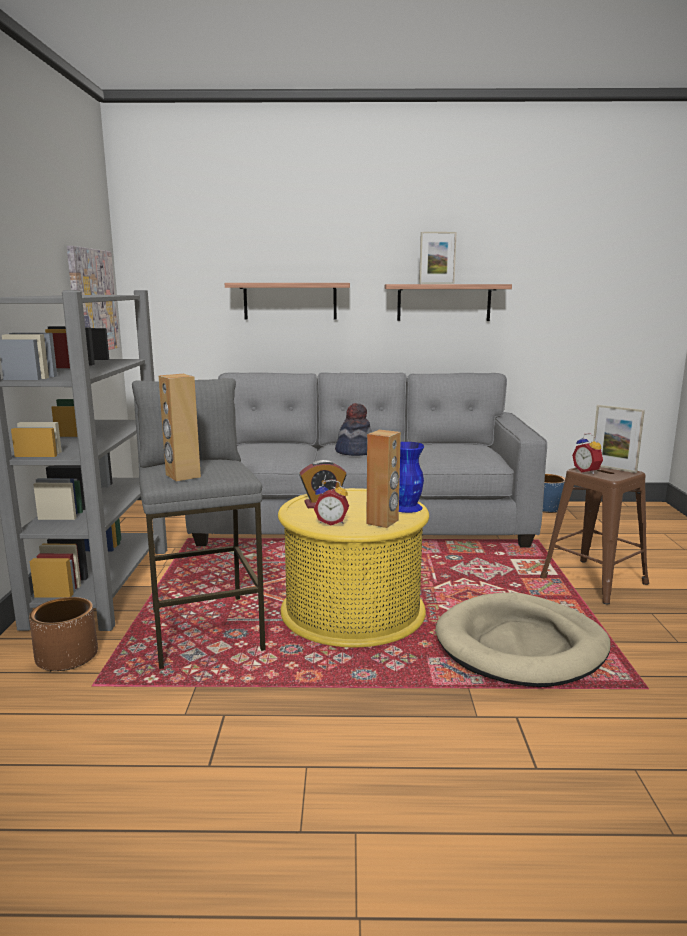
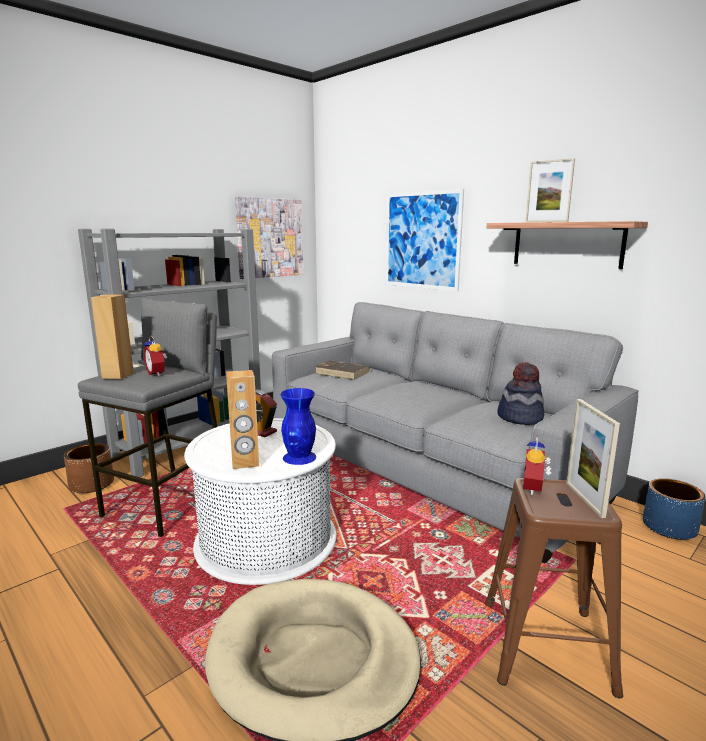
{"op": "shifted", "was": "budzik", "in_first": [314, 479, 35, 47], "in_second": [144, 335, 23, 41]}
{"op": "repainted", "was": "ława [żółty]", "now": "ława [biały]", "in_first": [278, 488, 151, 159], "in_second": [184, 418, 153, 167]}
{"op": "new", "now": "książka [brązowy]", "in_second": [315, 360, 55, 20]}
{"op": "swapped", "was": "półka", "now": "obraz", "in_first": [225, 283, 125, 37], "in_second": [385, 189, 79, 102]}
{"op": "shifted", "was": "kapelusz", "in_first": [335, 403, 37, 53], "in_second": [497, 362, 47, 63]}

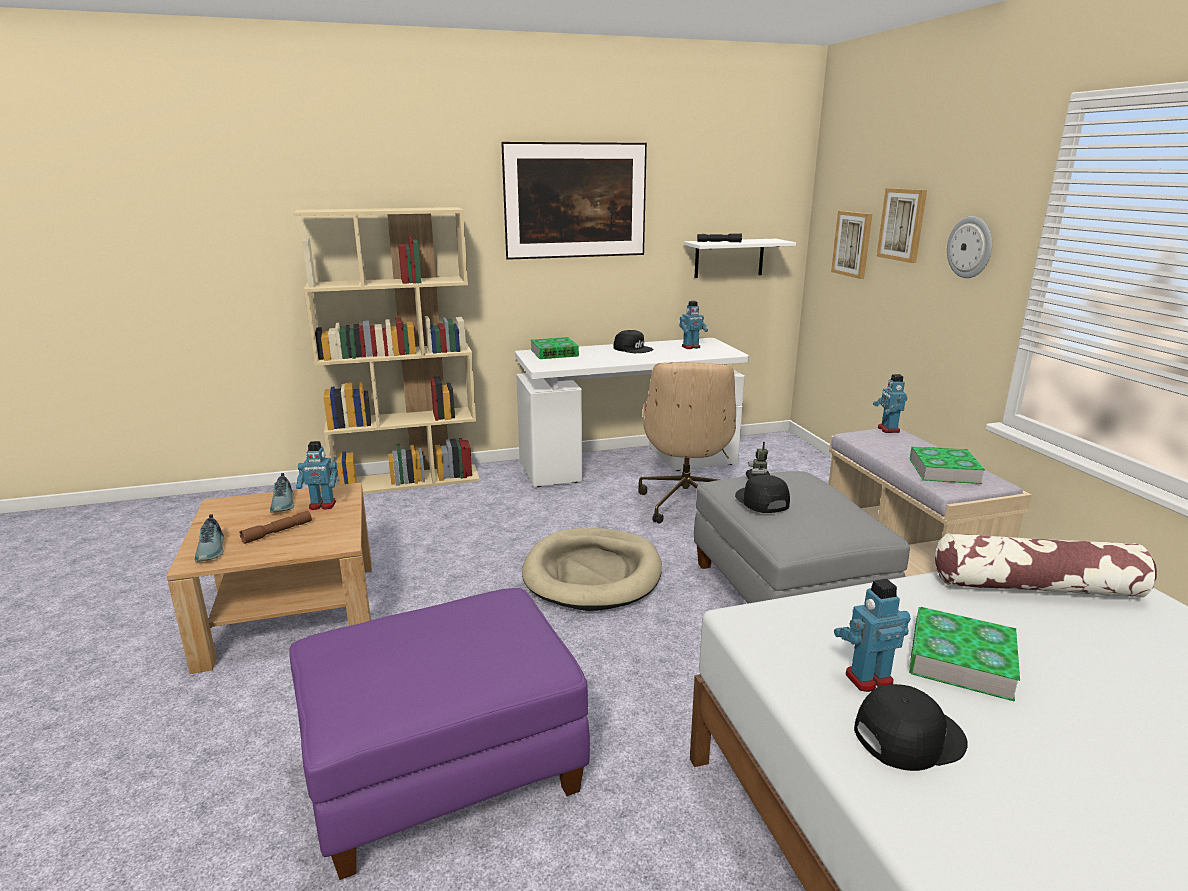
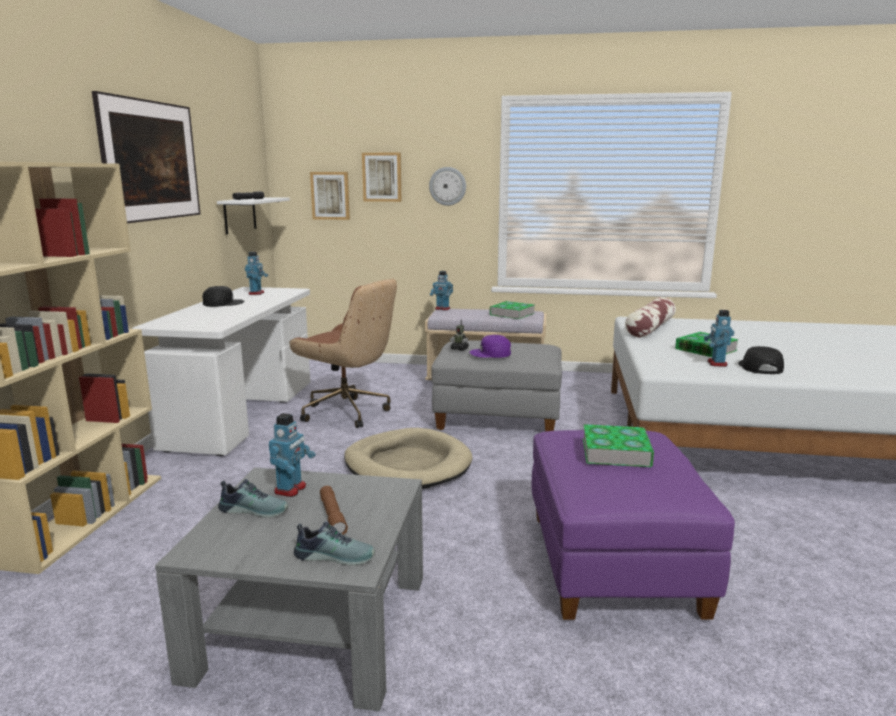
{"op": "repainted", "was": "ława [brązowy]", "now": "ława [szary]", "in_first": [167, 483, 205, 191], "in_second": [155, 467, 268, 244]}
{"op": "repainted", "was": "czapka z daszkiem [czarny]", "now": "czapka z daszkiem [fioletowy]", "in_first": [735, 475, 55, 38], "in_second": [469, 335, 42, 23]}
{"op": "shifted", "was": "książka", "in_first": [531, 337, 48, 22], "in_second": [583, 424, 71, 43]}

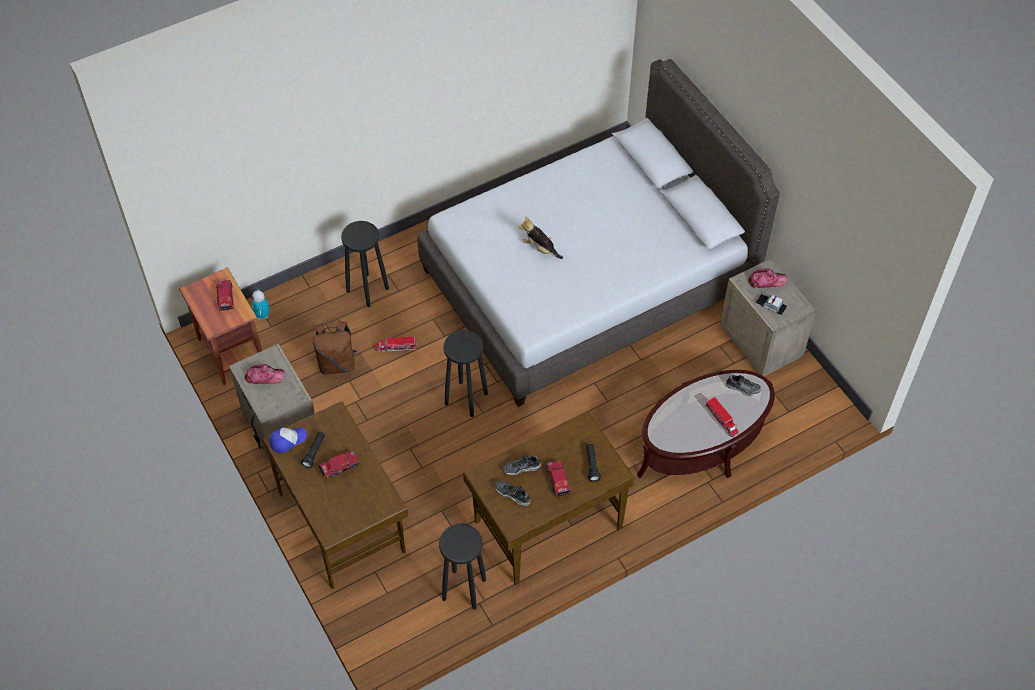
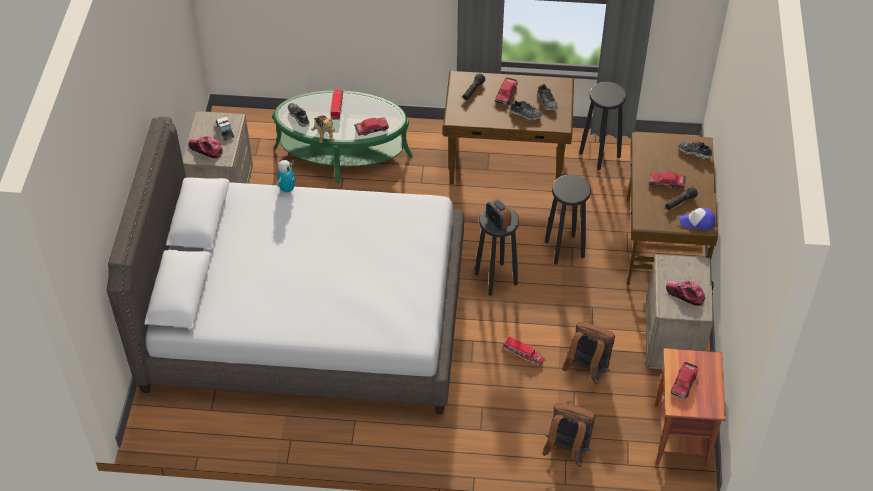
{"op": "repainted", "was": "ława [brązowy]", "now": "ława [zielony]", "in_first": [637, 370, 138, 108], "in_second": [272, 90, 141, 93]}
{"op": "shifted", "was": "robot zabawkowy", "in_first": [252, 289, 17, 30], "in_second": [277, 160, 19, 34]}
{"op": "shifted", "was": "pluszak", "in_first": [519, 216, 44, 43], "in_second": [311, 115, 24, 28]}
{"op": "new", "now": "samochodzik", "in_second": [354, 117, 35, 19]}
{"op": "new", "now": "budzik", "in_second": [486, 198, 25, 32]}
{"op": "new", "now": "plecak [brązowy]", "in_second": [542, 403, 53, 64]}
{"op": "shifted", "was": "stołek [czarny]", "in_first": [341, 221, 48, 86], "in_second": [545, 174, 46, 91]}
{"op": "new", "now": "but", "in_second": [679, 141, 33, 18]}

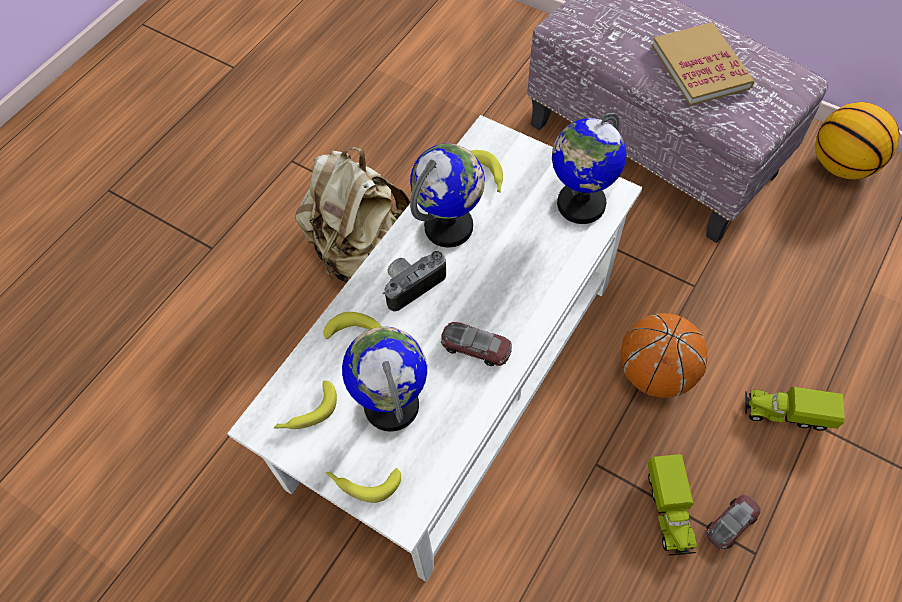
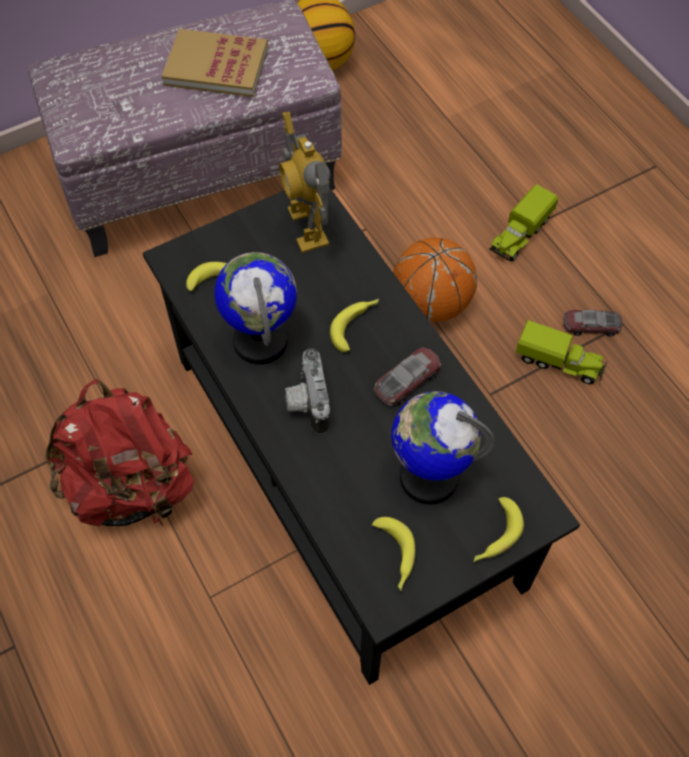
{"op": "repainted", "was": "plecak [beżowy]", "now": "plecak [czerwony]", "in_first": [295, 147, 115, 135], "in_second": [46, 379, 148, 148]}
{"op": "repainted", "was": "ława [biały]", "now": "ława [czarny]", "in_first": [227, 115, 415, 467], "in_second": [143, 187, 437, 498]}
{"op": "swapped", "was": "globus", "now": "robot zabawkowy", "in_first": [552, 113, 74, 111], "in_second": [279, 112, 51, 141]}
{"op": "shifted", "was": "banan", "in_first": [323, 312, 59, 27], "in_second": [330, 299, 49, 53]}
{"op": "rotated", "was": "samochodzik", "in_first": [706, 495, 55, 55], "in_second": [563, 310, 60, 27], "clockwise": -75}

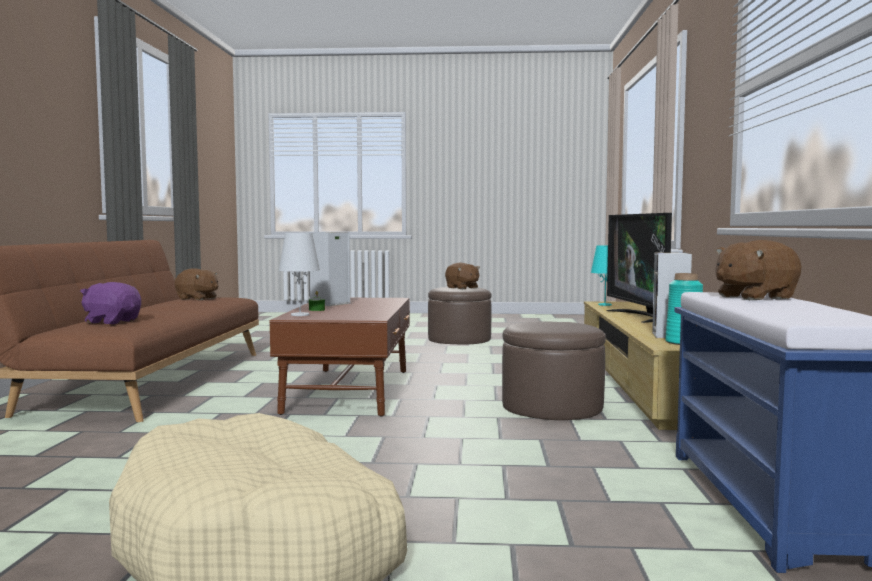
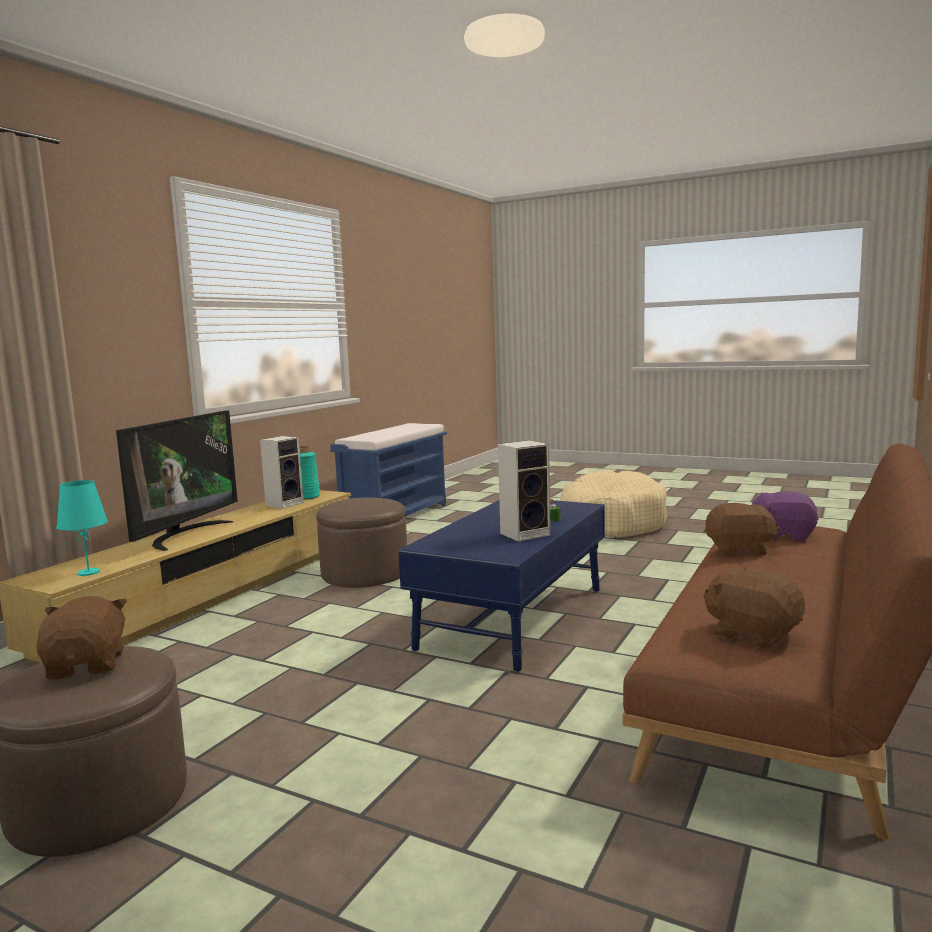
{"op": "repainted", "was": "ława [brązowy]", "now": "ława [niebieski]", "in_first": [269, 298, 141, 119], "in_second": [398, 500, 207, 172]}
{"op": "shifted", "was": "pluszak [brązowy]", "in_first": [715, 240, 86, 60], "in_second": [704, 503, 76, 53]}
{"op": "rotated", "was": "pluszak [fioletowy]", "in_first": [80, 282, 61, 42], "in_second": [752, 491, 66, 51], "clockwise": 150}
{"op": "gone", "was": "lampa stołowa [biały]", "in_first": [278, 233, 42, 83]}

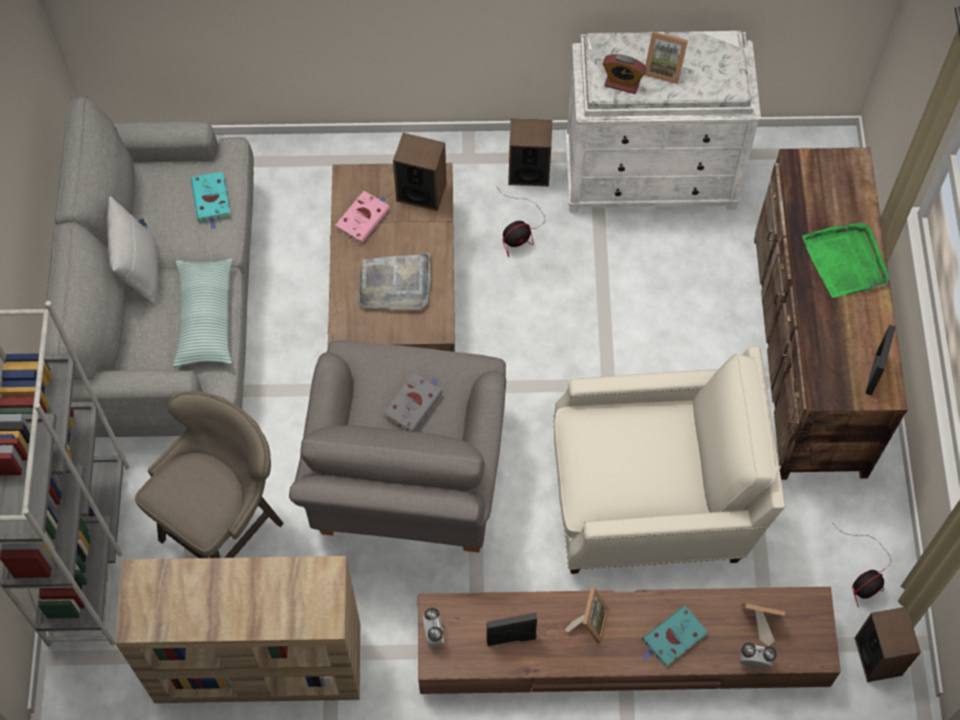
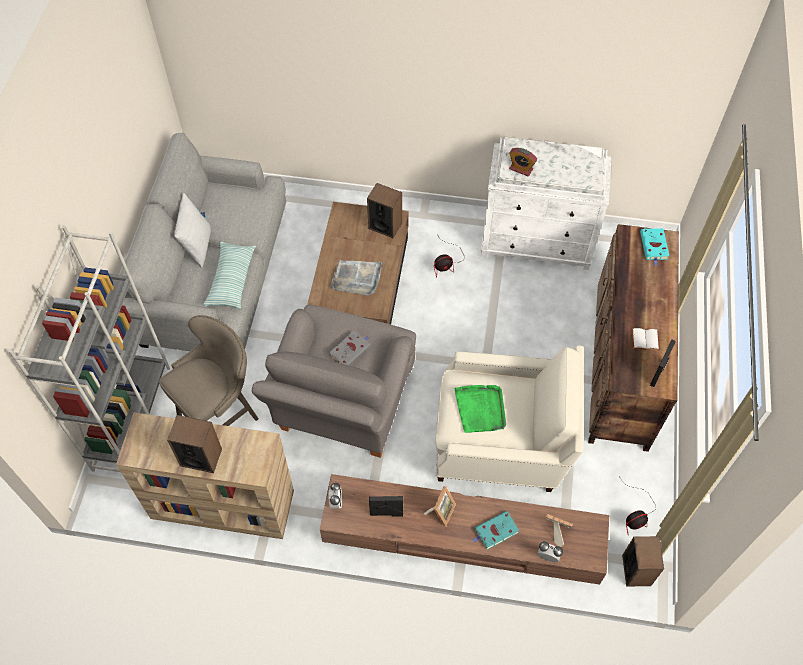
{"op": "shifted", "was": "głośnik", "in_first": [508, 119, 44, 67], "in_second": [167, 415, 55, 58]}
{"op": "shifted", "was": "taca [zielony]", "in_first": [802, 223, 88, 75], "in_second": [455, 385, 51, 48]}
{"op": "new", "now": "książka [biały]", "in_second": [632, 328, 28, 22]}
{"op": "shifted", "was": "książka [turkusowy]", "in_first": [191, 172, 40, 58], "in_second": [640, 228, 29, 38]}
{"op": "gone", "was": "książka [różowy]", "in_first": [335, 191, 55, 53]}
{"op": "gone", "was": "ramka na zdjęcie", "in_first": [645, 31, 43, 53]}

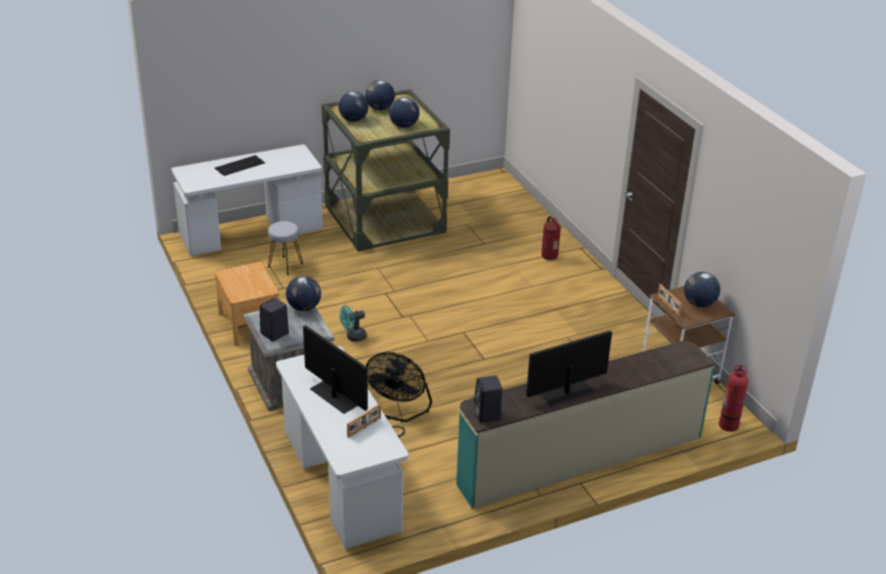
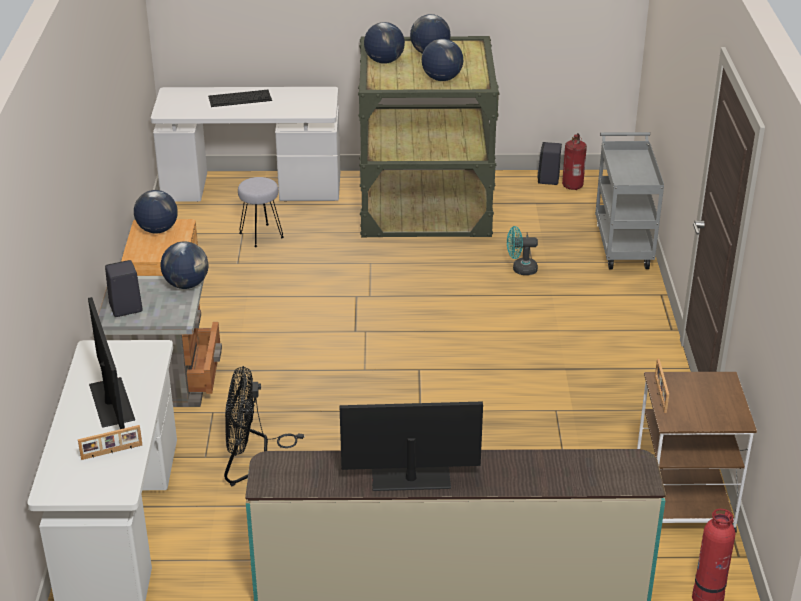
{"op": "shifted", "was": "globus", "in_first": [684, 272, 36, 35], "in_second": [134, 190, 44, 43]}
{"op": "rotated", "was": "wentylator [czarny]", "in_first": [366, 352, 66, 86], "in_second": [224, 366, 80, 121], "clockwise": -135}
{"op": "shifted", "was": "wentylator [turkusowy]", "in_first": [340, 305, 27, 37], "in_second": [507, 226, 31, 49]}
{"op": "shifted", "was": "głośnik [czarny]", "in_first": [473, 375, 30, 48], "in_second": [538, 142, 24, 43]}
{"op": "shifted", "was": "gaśnica", "in_first": [541, 216, 20, 44], "in_second": [562, 133, 25, 57]}
{"op": "new", "now": "wózek [szary]", "in_second": [595, 132, 69, 137]}

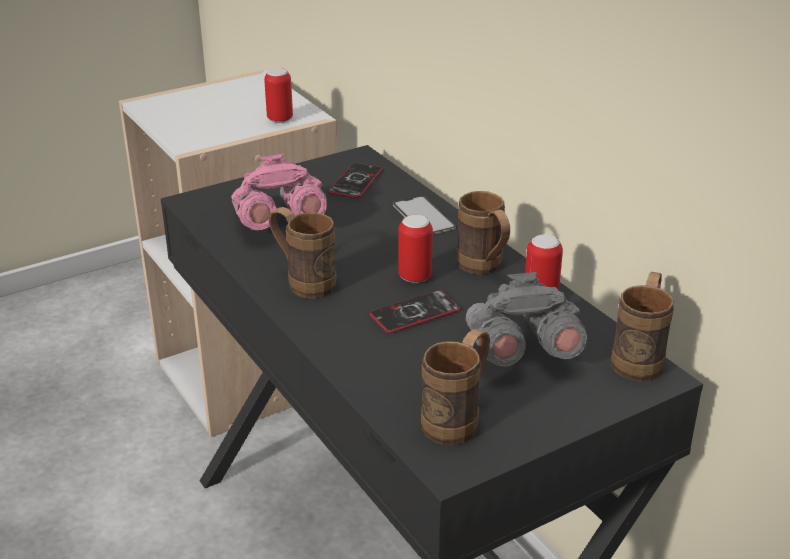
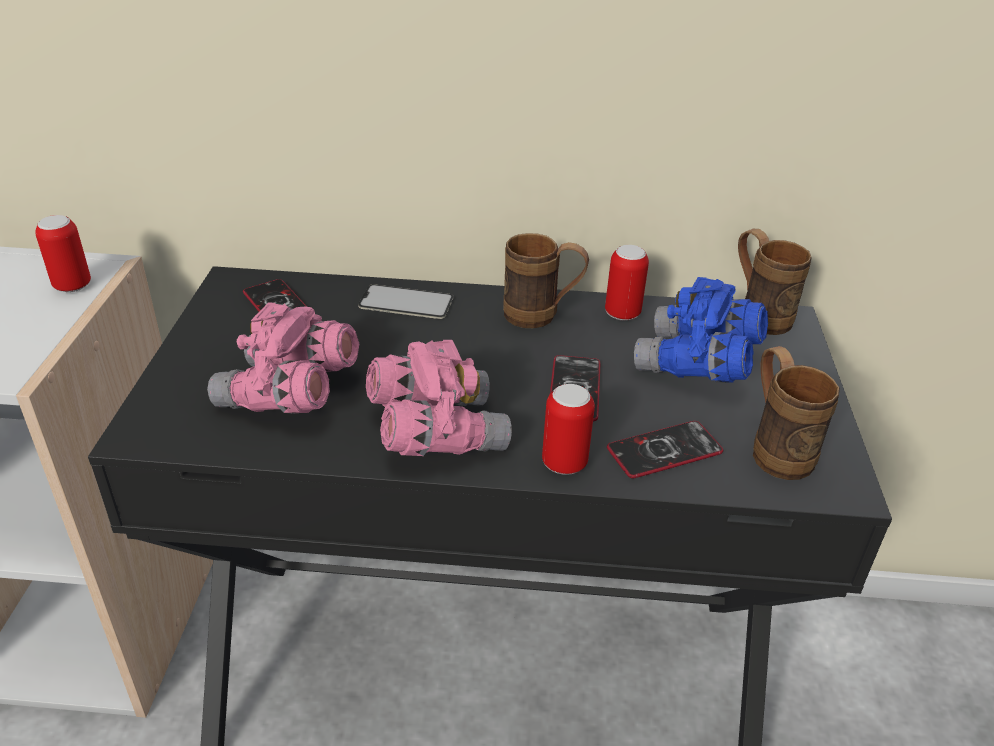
{"op": "swapped", "was": "kubek [brązowy]", "now": "lornetka [różowy]", "in_first": [269, 207, 68, 92], "in_second": [366, 340, 146, 116]}
{"op": "shifted", "was": "puszka", "in_first": [398, 215, 35, 68], "in_second": [542, 384, 53, 91]}
{"op": "new", "now": "telefon", "in_second": [607, 421, 116, 57]}
{"op": "repainted", "was": "lornetka [szary]", "now": "lornetka [niebieski]", "in_first": [466, 272, 121, 94], "in_second": [634, 277, 134, 106]}

